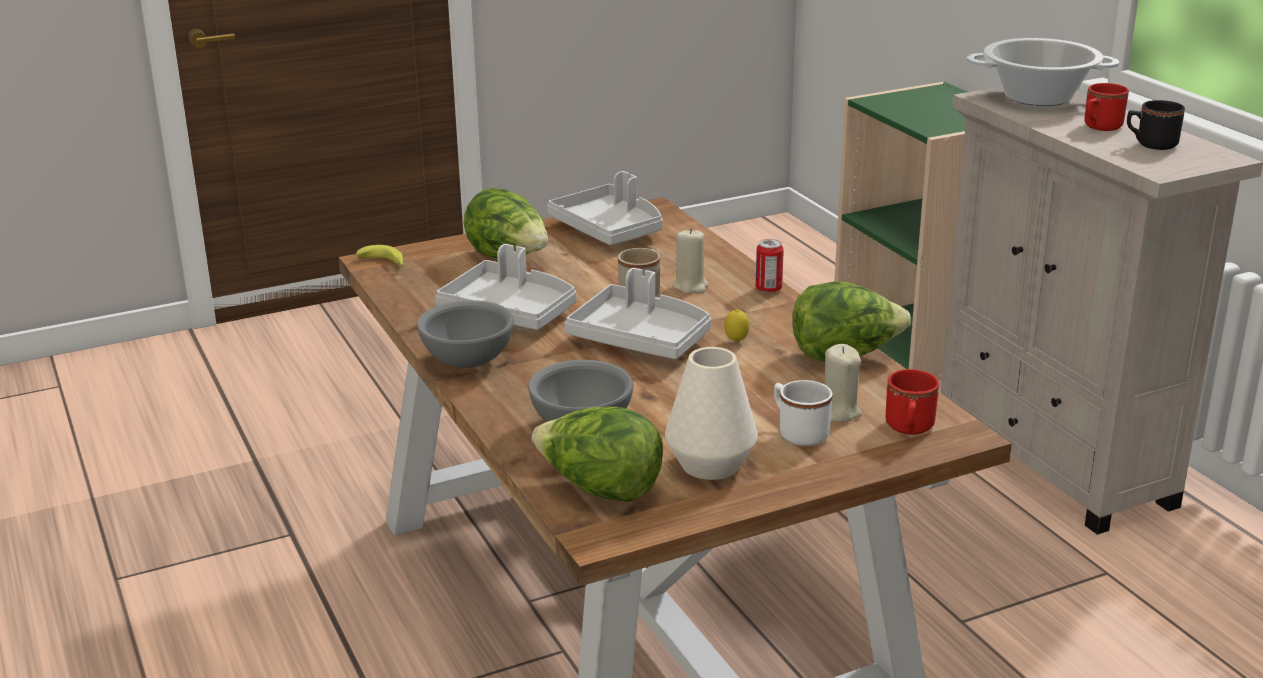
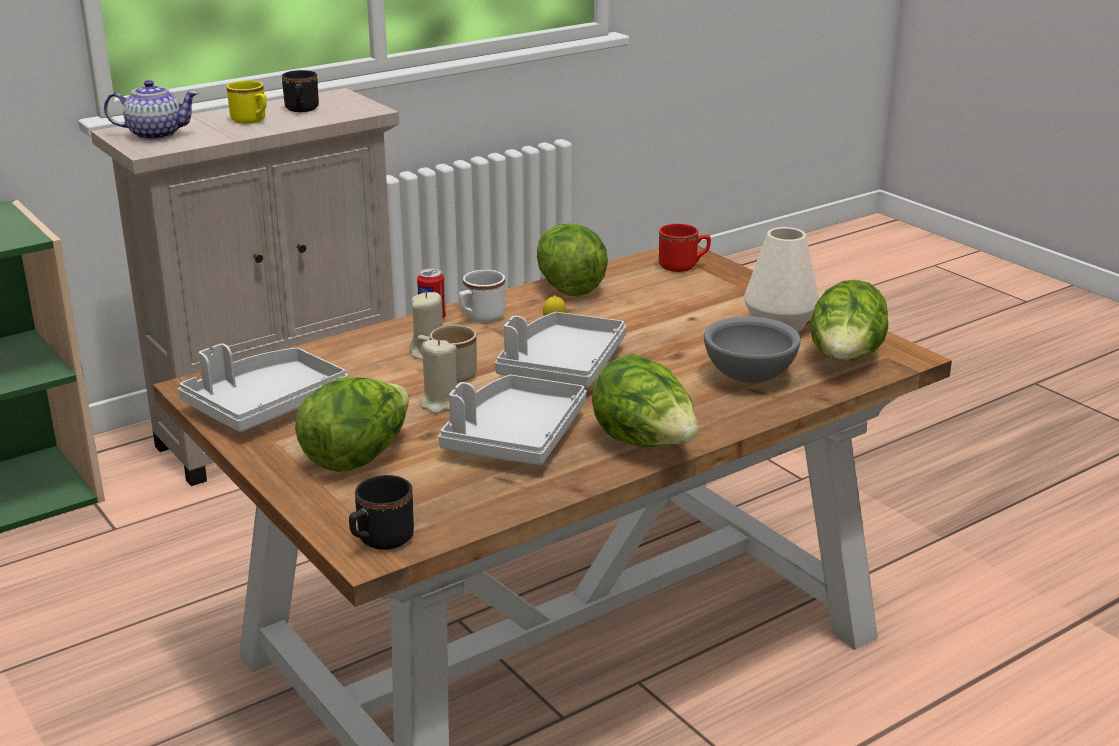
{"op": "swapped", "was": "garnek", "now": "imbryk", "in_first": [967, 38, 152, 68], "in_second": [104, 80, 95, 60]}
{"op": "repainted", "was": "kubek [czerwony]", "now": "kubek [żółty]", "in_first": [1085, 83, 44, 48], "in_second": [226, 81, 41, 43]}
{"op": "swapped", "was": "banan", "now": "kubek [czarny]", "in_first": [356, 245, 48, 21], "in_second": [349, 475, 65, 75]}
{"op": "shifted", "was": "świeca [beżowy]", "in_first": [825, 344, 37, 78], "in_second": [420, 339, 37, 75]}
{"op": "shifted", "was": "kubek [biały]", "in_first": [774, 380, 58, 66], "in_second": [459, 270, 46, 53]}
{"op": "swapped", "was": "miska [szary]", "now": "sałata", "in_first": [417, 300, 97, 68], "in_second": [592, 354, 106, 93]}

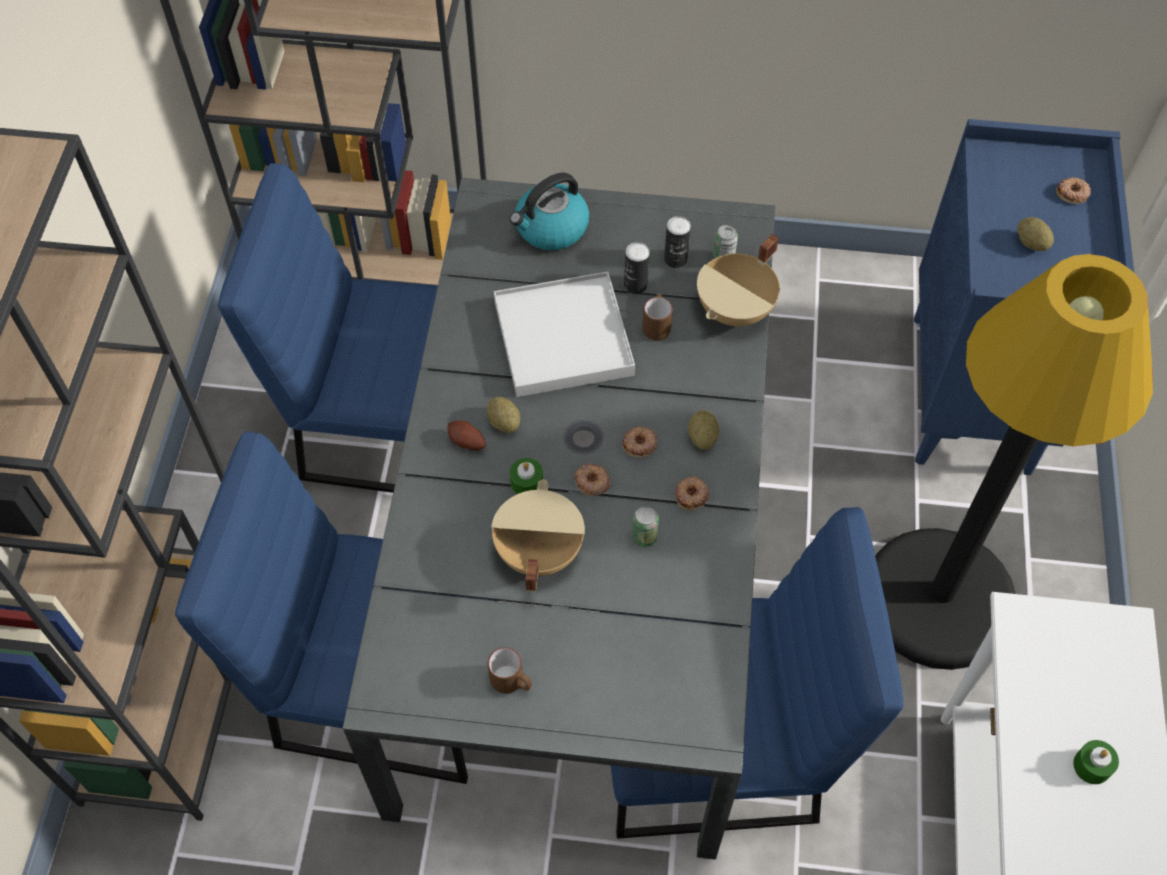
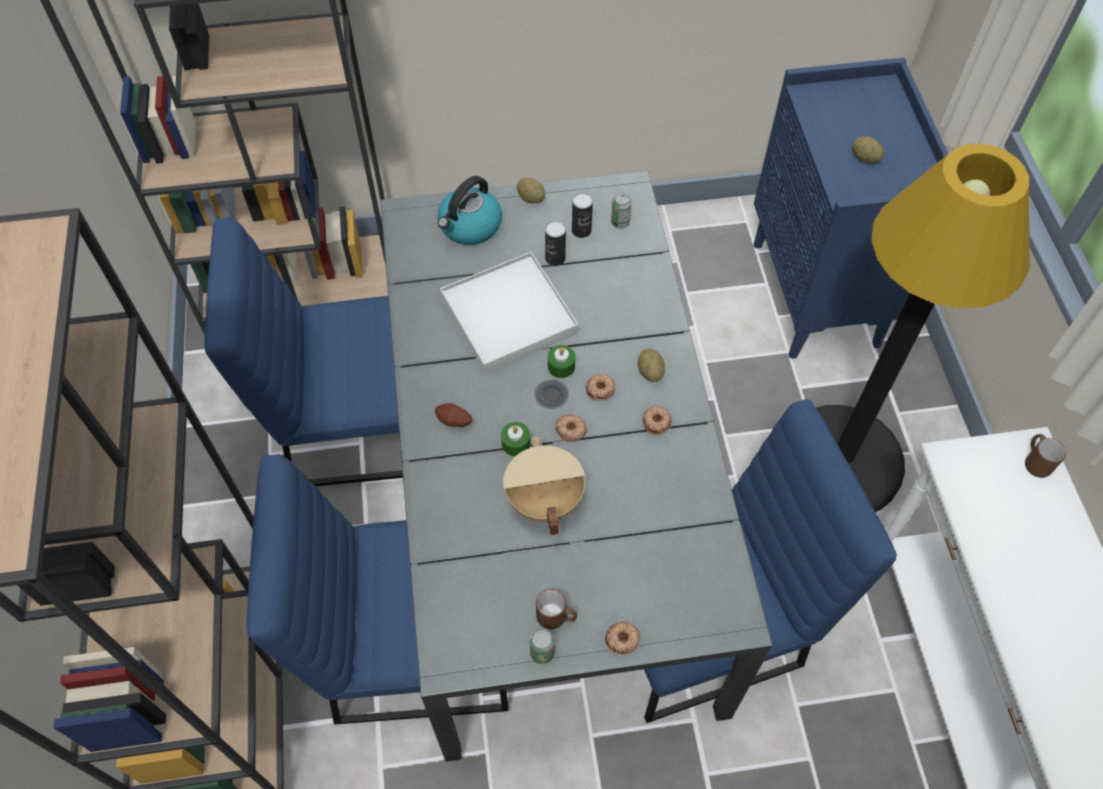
{"op": "shifted", "was": "ziemniak", "in_first": [487, 397, 33, 36], "in_second": [517, 177, 28, 26]}
{"op": "shifted", "was": "puszka", "in_first": [632, 506, 27, 42], "in_second": [530, 629, 25, 35]}
{"op": "shifted", "was": "świeca [zielony]", "in_first": [1073, 740, 46, 44], "in_second": [548, 345, 27, 33]}
{"op": "shifted", "was": "donut", "in_first": [1056, 177, 35, 27], "in_second": [605, 621, 36, 34]}
{"op": "shifted", "was": "kubek [brązowy]", "in_first": [642, 294, 31, 47], "in_second": [1025, 434, 41, 44]}
{"op": "gone", "was": "garnek [beżowy]", "in_first": [697, 234, 83, 92]}

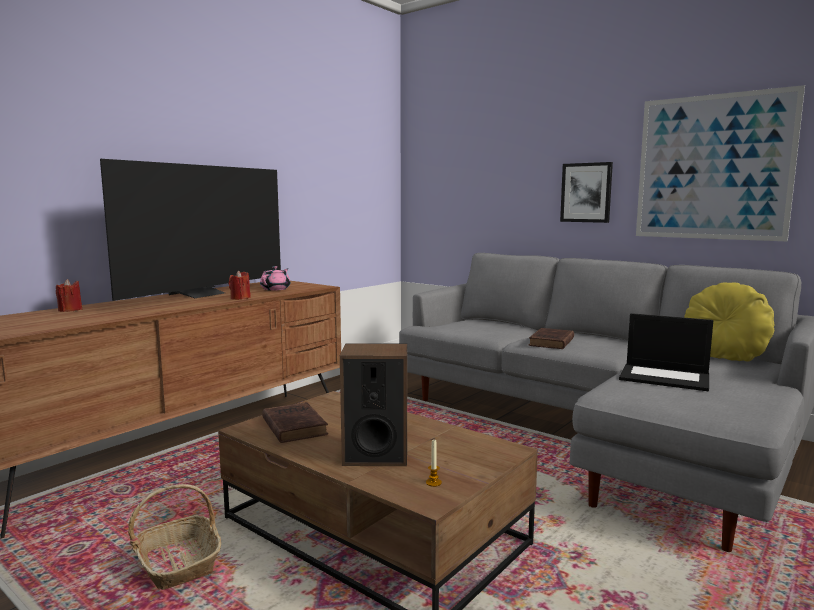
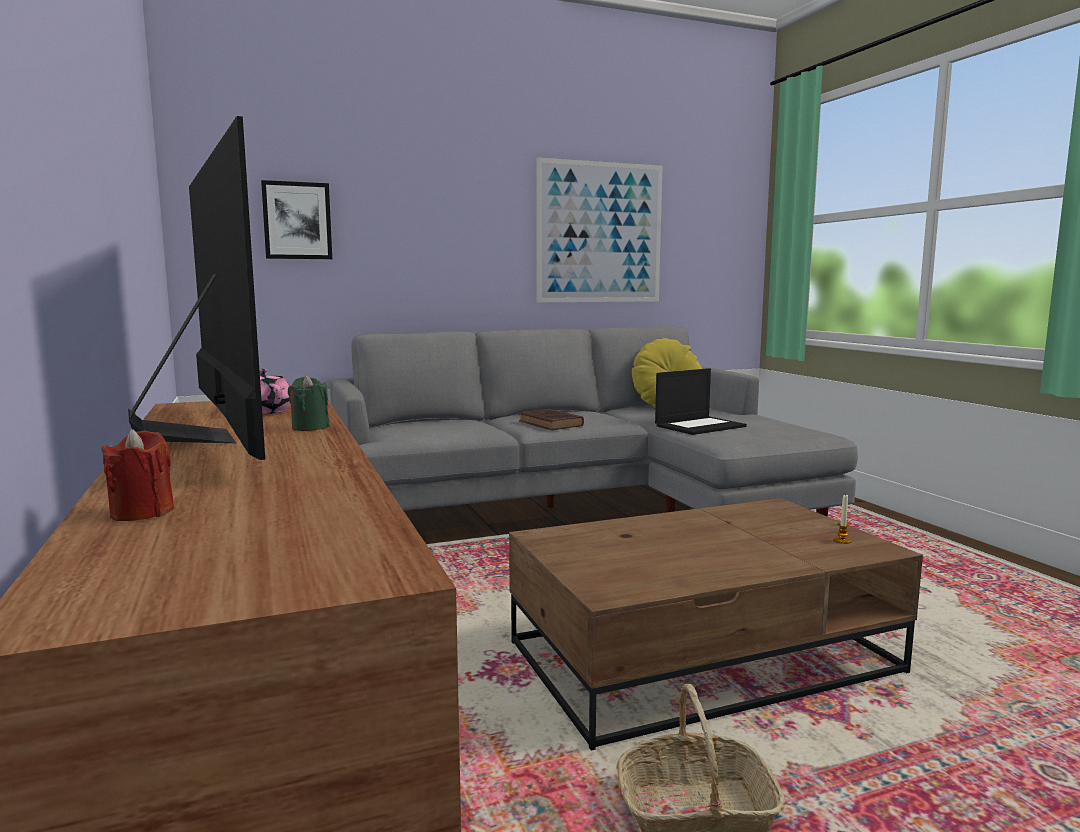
{"op": "shifted", "was": "obraz", "in_first": [560, 162, 53, 61], "in_second": [261, 180, 71, 79]}
{"op": "repainted", "was": "świeca [czerwony]", "now": "świeca [zielony]", "in_first": [228, 270, 23, 30], "in_second": [288, 375, 42, 56]}
{"op": "gone", "was": "książka [brązowy]", "in_first": [262, 402, 66, 41]}
{"op": "gone", "was": "głośnik", "in_first": [340, 343, 67, 123]}

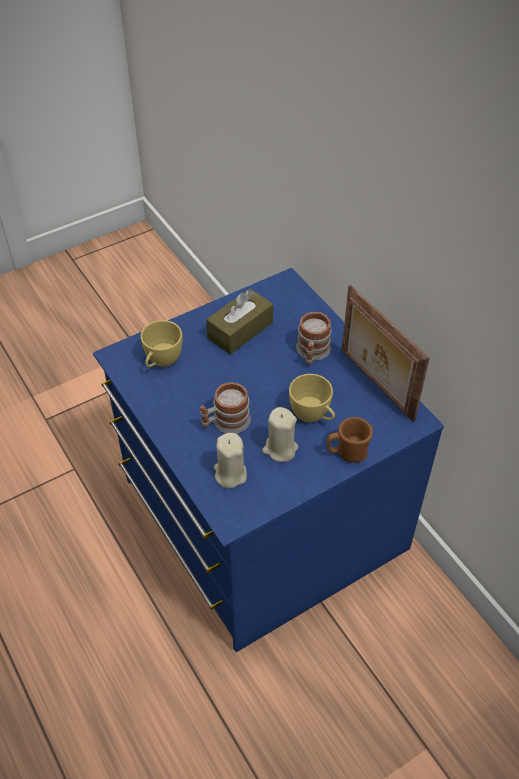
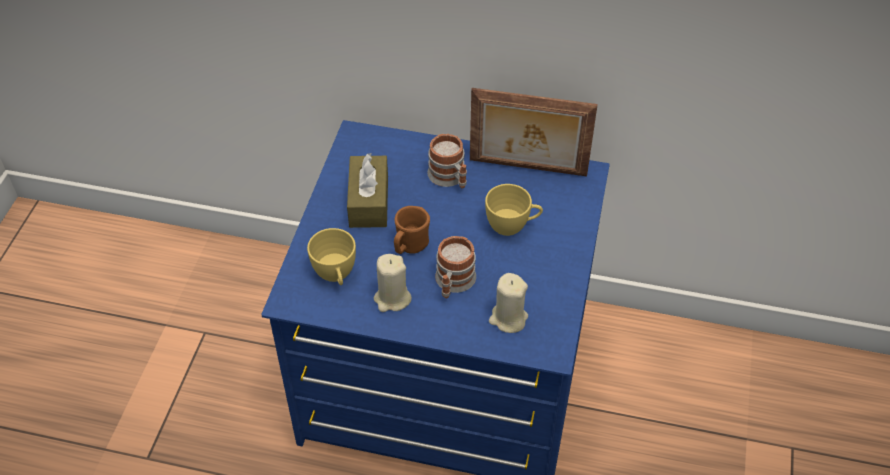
{"op": "shifted", "was": "świeca [beżowy]", "in_first": [262, 407, 36, 55], "in_second": [374, 254, 38, 58]}
{"op": "shifted", "was": "kubek [brązowy]", "in_first": [327, 417, 46, 46], "in_second": [394, 206, 36, 48]}

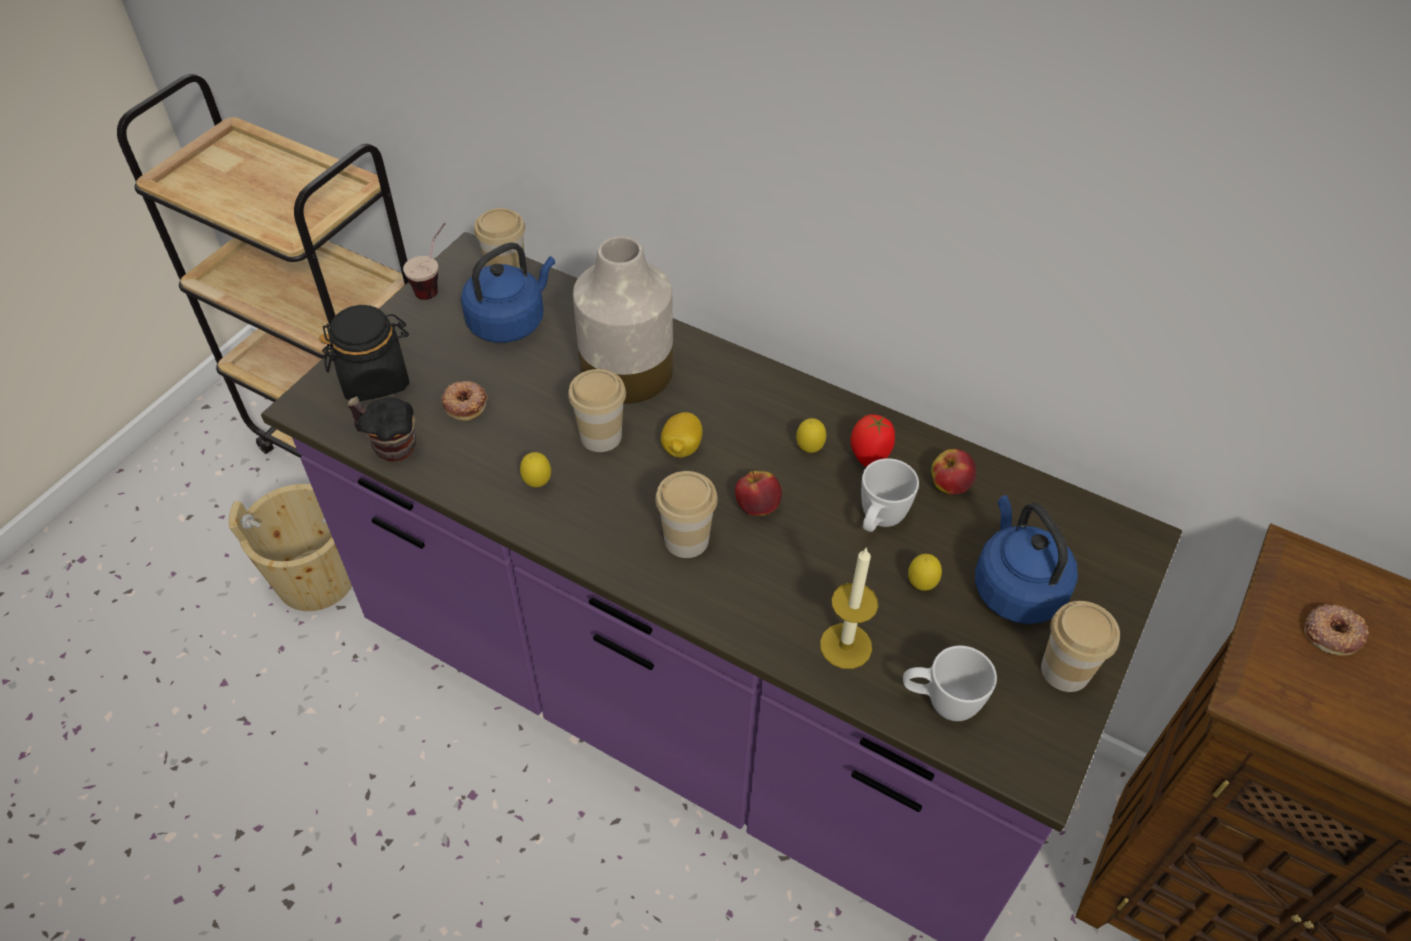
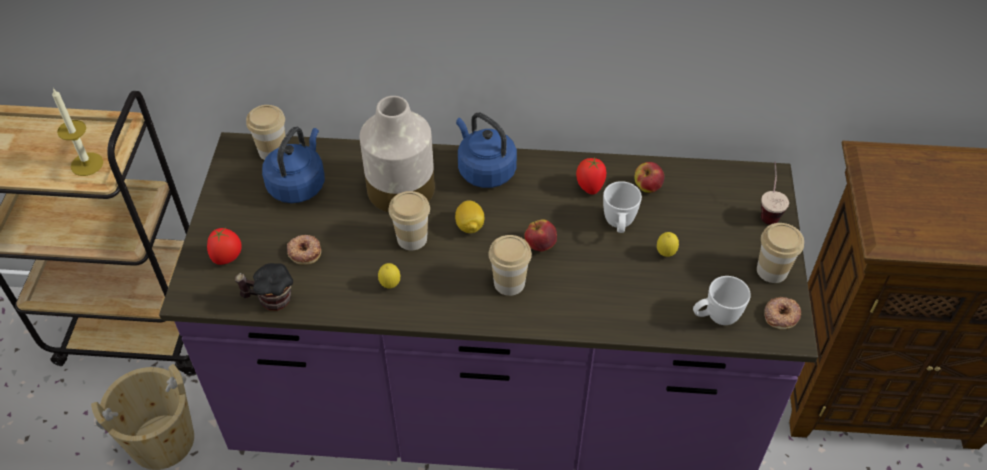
{"op": "shifted", "was": "świeca", "in_first": [820, 547, 58, 122], "in_second": [52, 88, 51, 88]}
{"op": "swapped", "was": "słoik [czarny]", "now": "pomidor", "in_first": [319, 305, 91, 96], "in_second": [207, 228, 35, 37]}
{"op": "shifted", "was": "czajnik [niebieski]", "in_first": [975, 495, 103, 129], "in_second": [456, 112, 61, 76]}
{"op": "shifted", "was": "filiżanka", "in_first": [403, 223, 43, 77], "in_second": [761, 162, 28, 63]}
{"op": "shifted", "was": "donut", "in_first": [1304, 604, 65, 52], "in_second": [764, 297, 37, 33]}
{"op": "gone", "was": "cytryna", "in_first": [796, 418, 30, 35]}

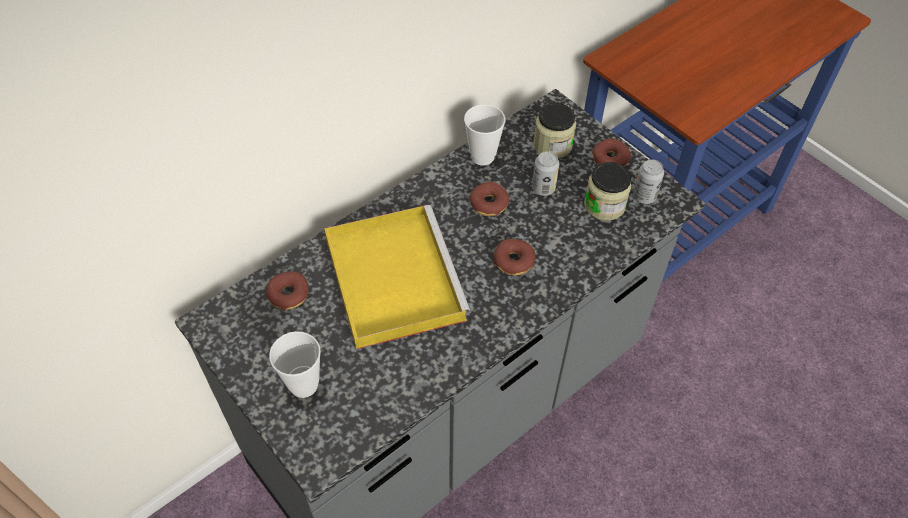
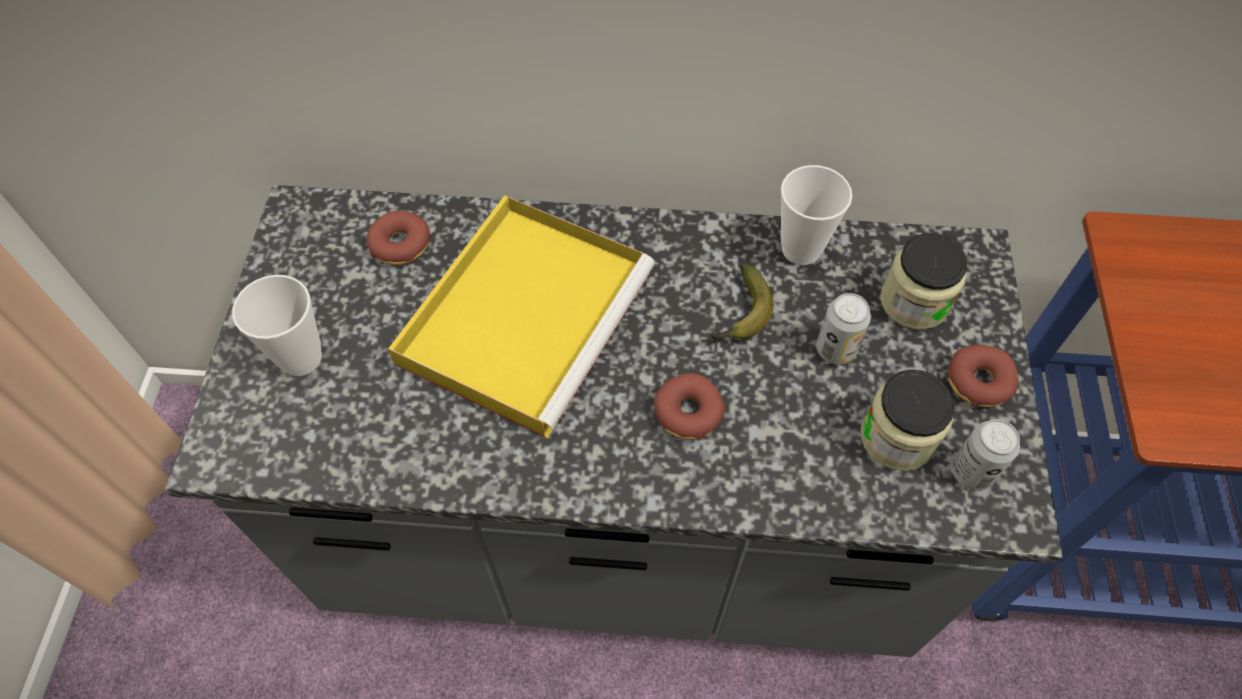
{"op": "swapped", "was": "donut", "now": "banan", "in_first": [469, 182, 40, 34], "in_second": [711, 263, 62, 78]}

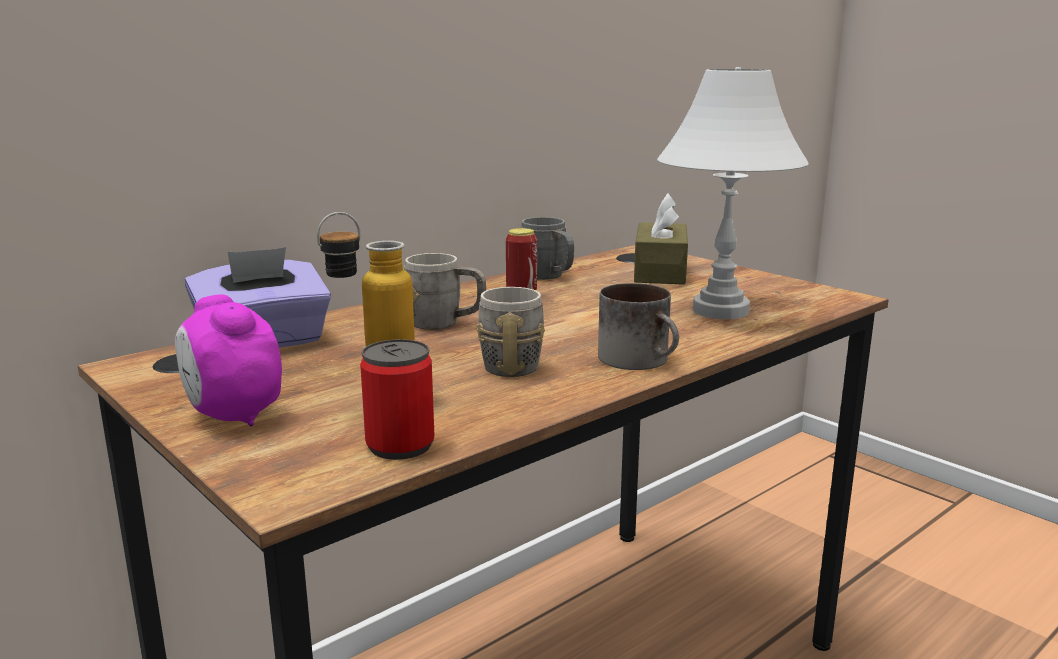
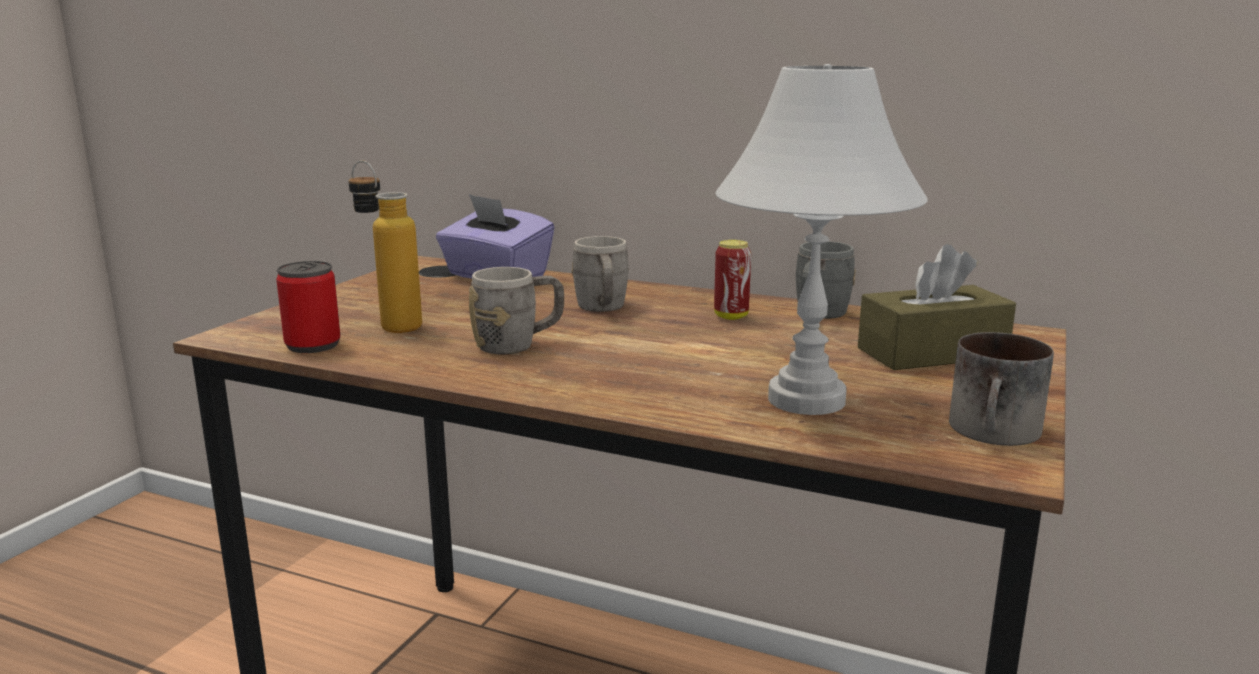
{"op": "shifted", "was": "kubek", "in_first": [598, 283, 81, 87], "in_second": [949, 332, 105, 114]}
{"op": "gone", "was": "budzik", "in_first": [175, 294, 107, 133]}

